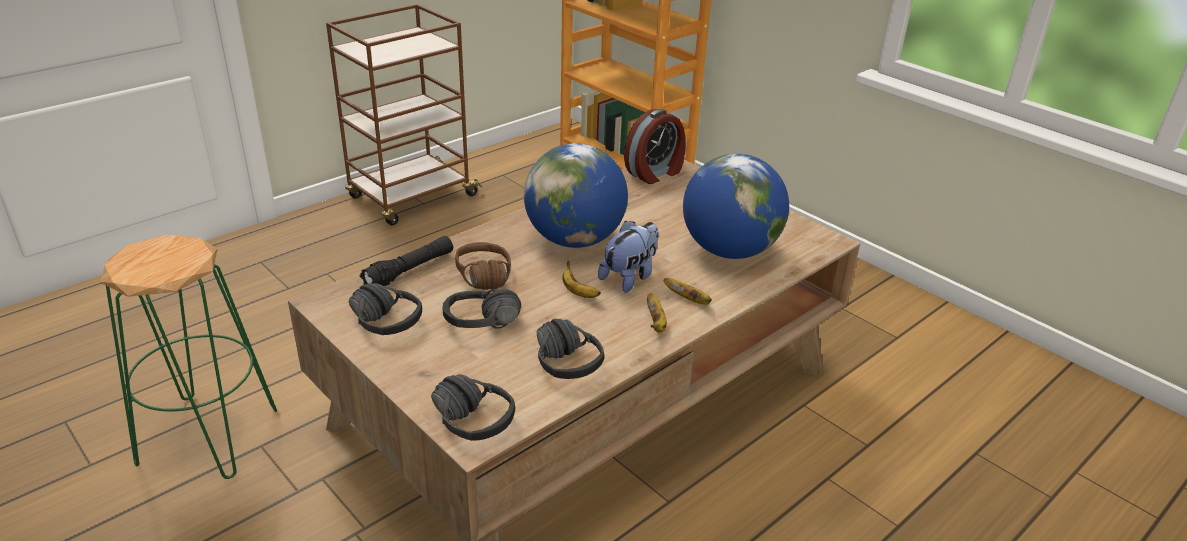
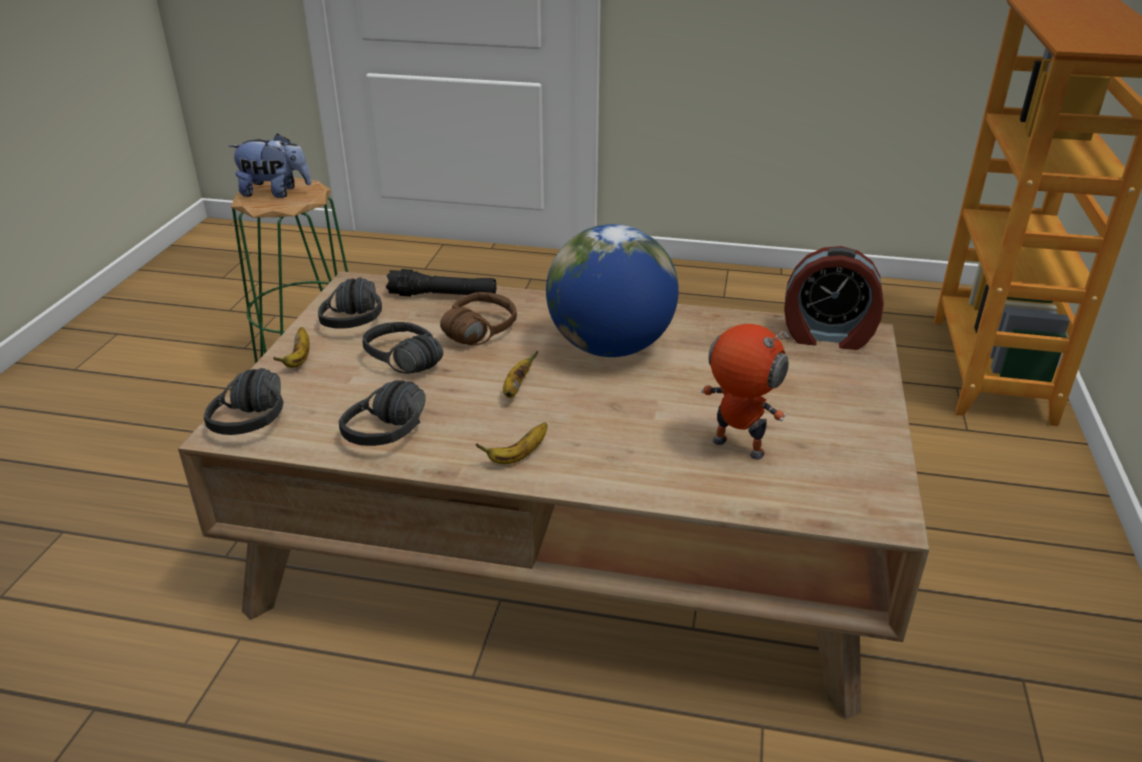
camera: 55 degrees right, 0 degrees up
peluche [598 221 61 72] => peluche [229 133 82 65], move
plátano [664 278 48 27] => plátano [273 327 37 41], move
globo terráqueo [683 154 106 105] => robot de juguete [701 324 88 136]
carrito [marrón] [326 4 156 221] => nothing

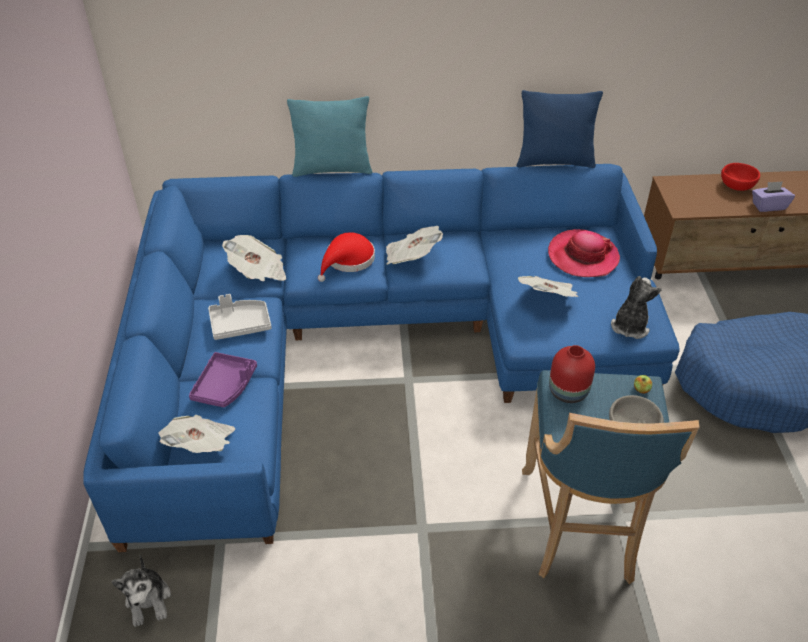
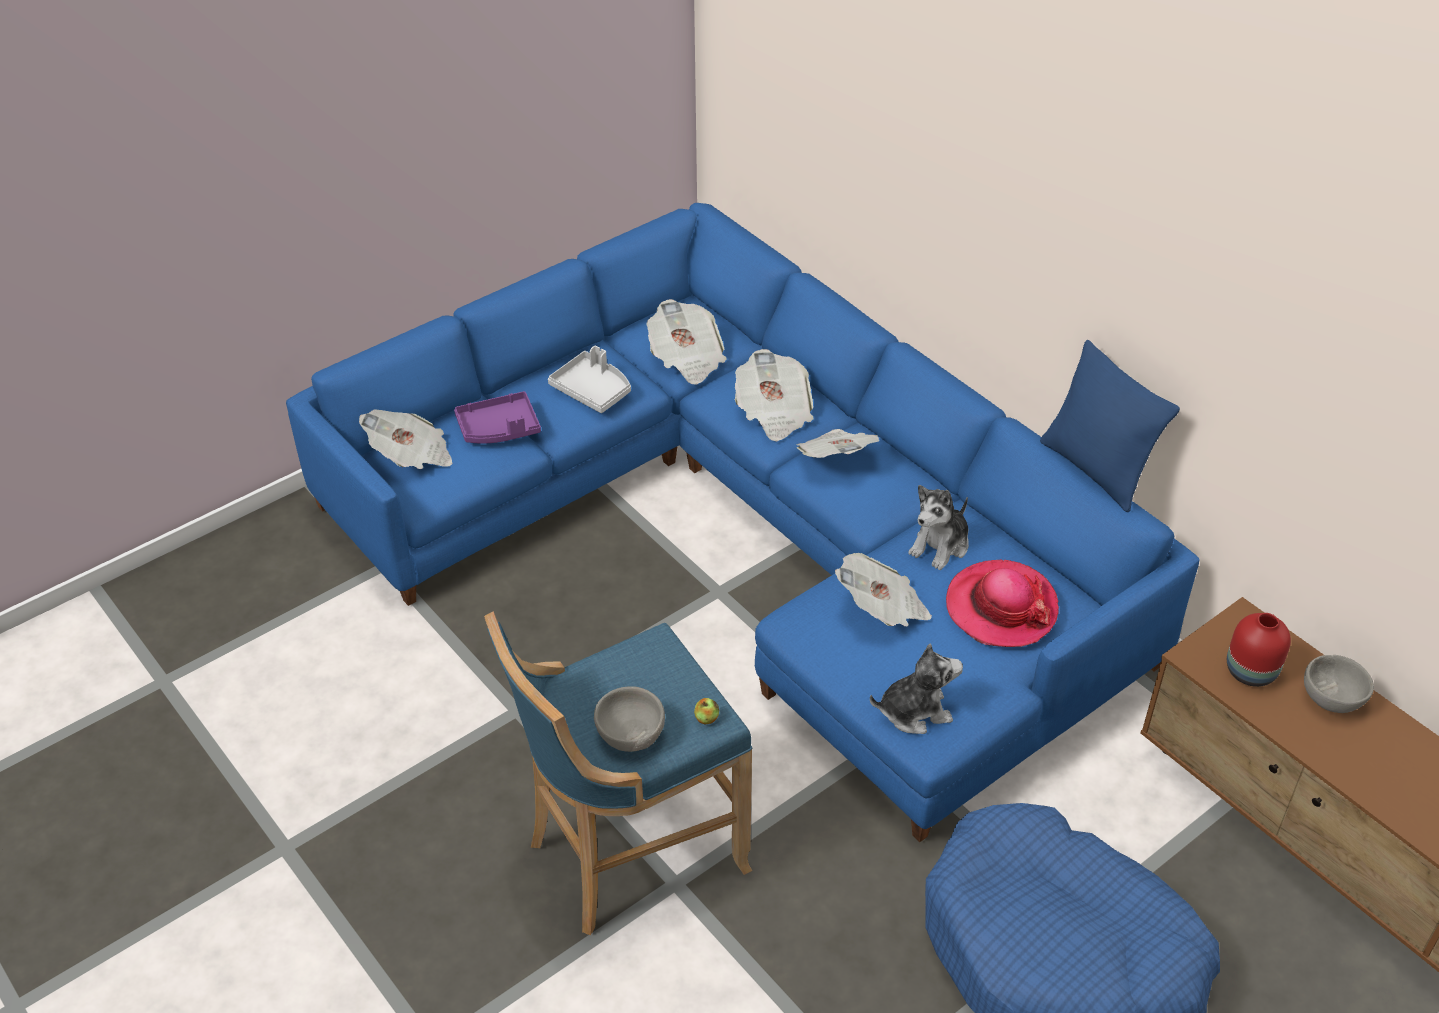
camera: 55 degrees right, 0 degrees up
sombrero [rojo] [318 232 57 50] => periódico [735 349 79 92]
peluche [111 555 60 72] => peluche [908 485 61 85], move
florero [rojo] [549 345 46 58] => florero [rojo] [1227 613 64 74], move
cuenco [rojo] [721 163 39 28] => cuenco [gris] [1304 655 70 58]
cojín [turquesa] [287 96 85 81] => nothing
caja de pañuelos [morado] [752 181 43 31] => nothing

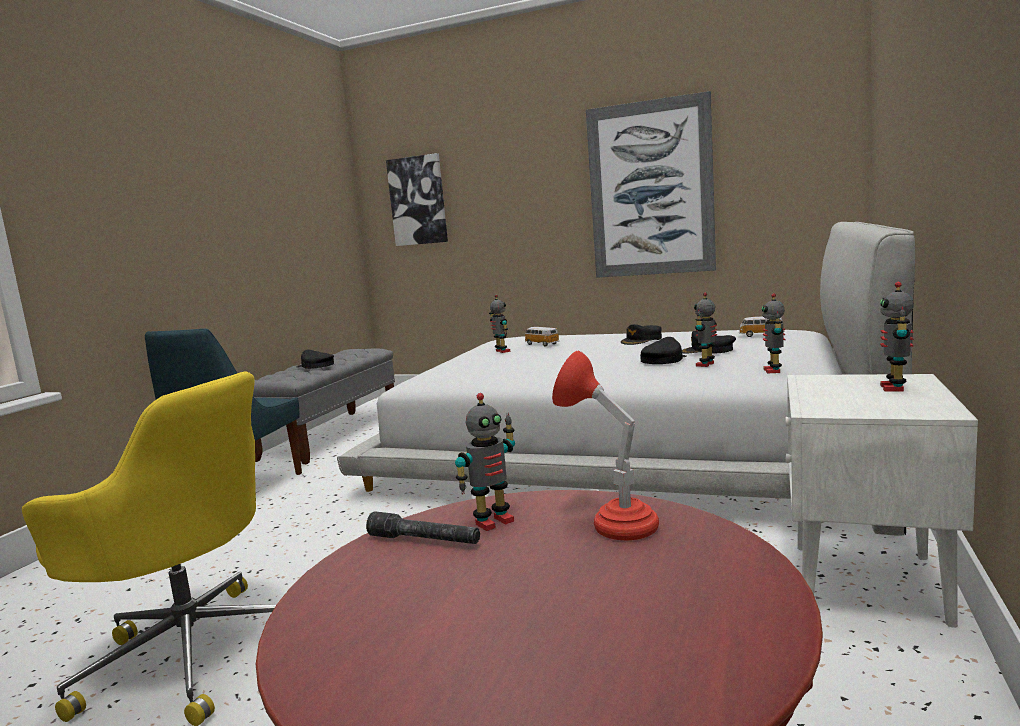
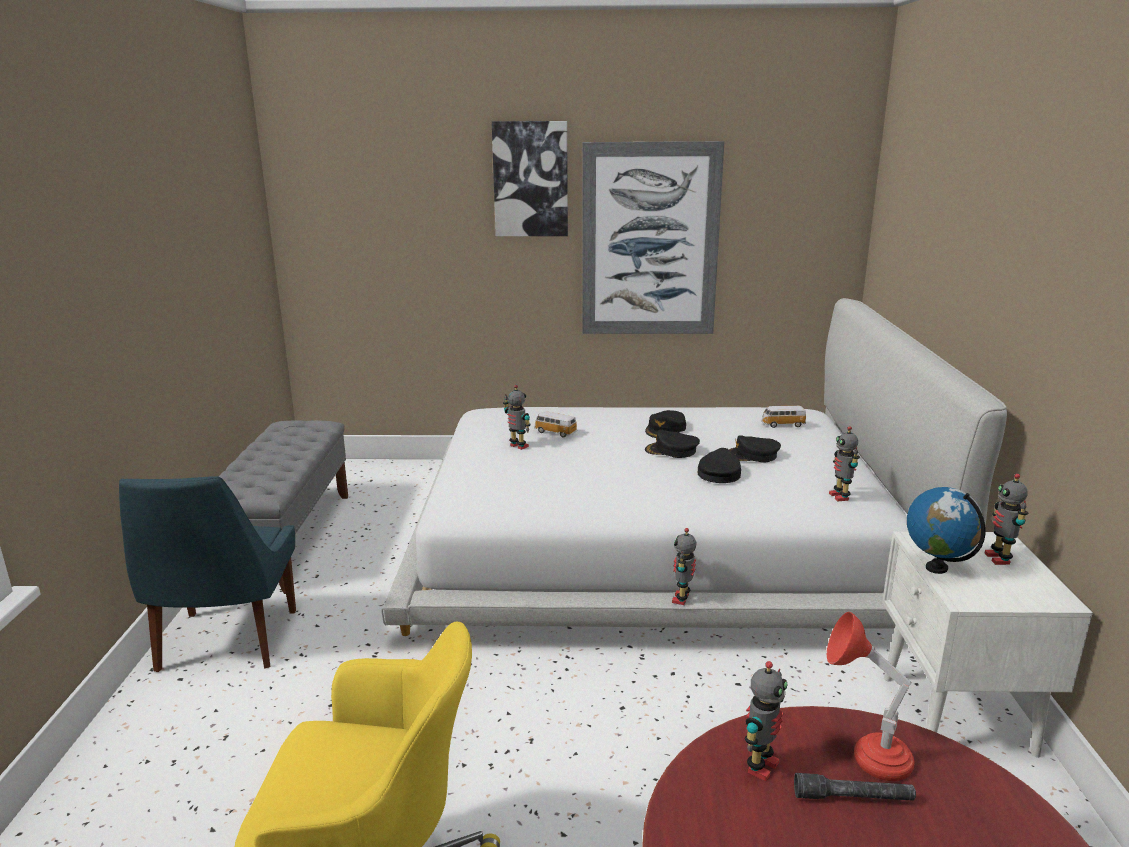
camera: 20 degrees left, 10 degrees up
cuadro [386 153 62 93] => cuadro [492 121 76 115], move
gorra [negro] [297 350 37 19] => gorra [negro] [645 430 55 28], move
robot de juguete [694 292 23 75] => robot de juguete [672 528 25 77], move
linterna [gris] [366 511 114 33] => linterna [gris] [794 773 122 28], move
nothing => globo terráqueo [907 487 78 87]

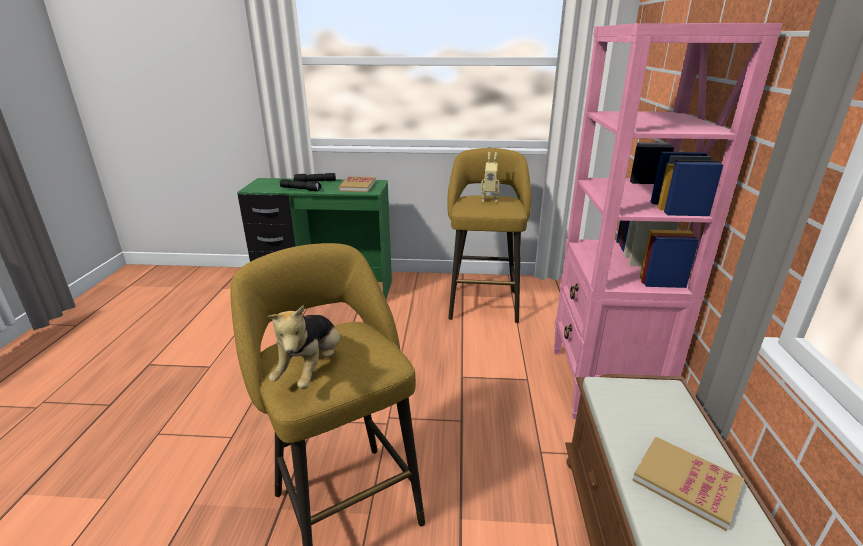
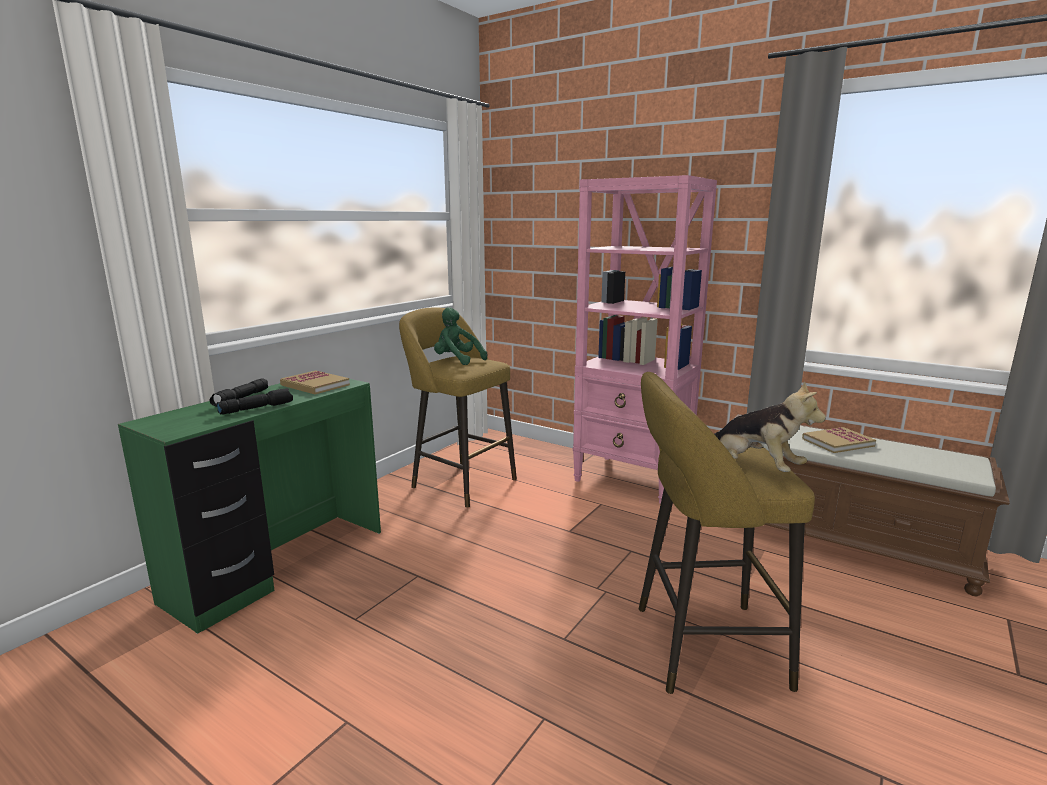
camera: 60 degrees left, 10 degrees down
robot de juguete [481 152 19 51] => peluche [verde] [434 307 53 58]

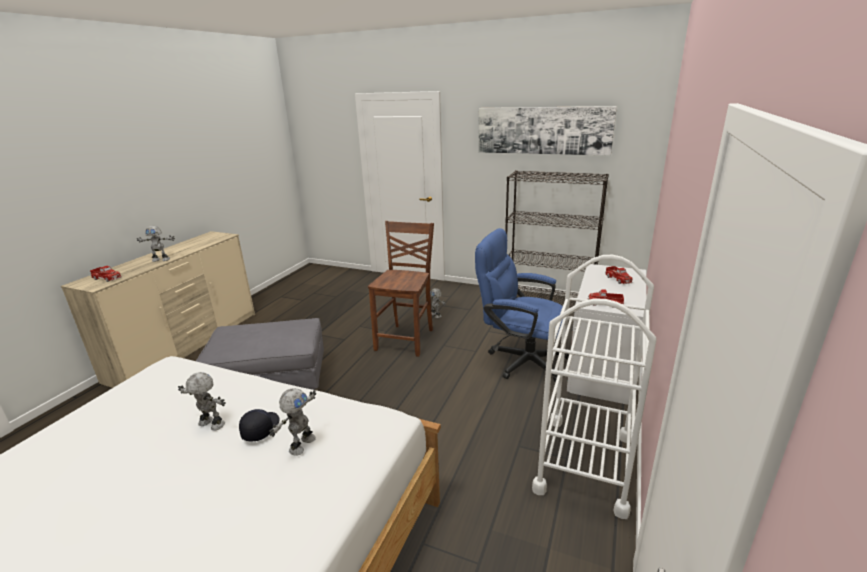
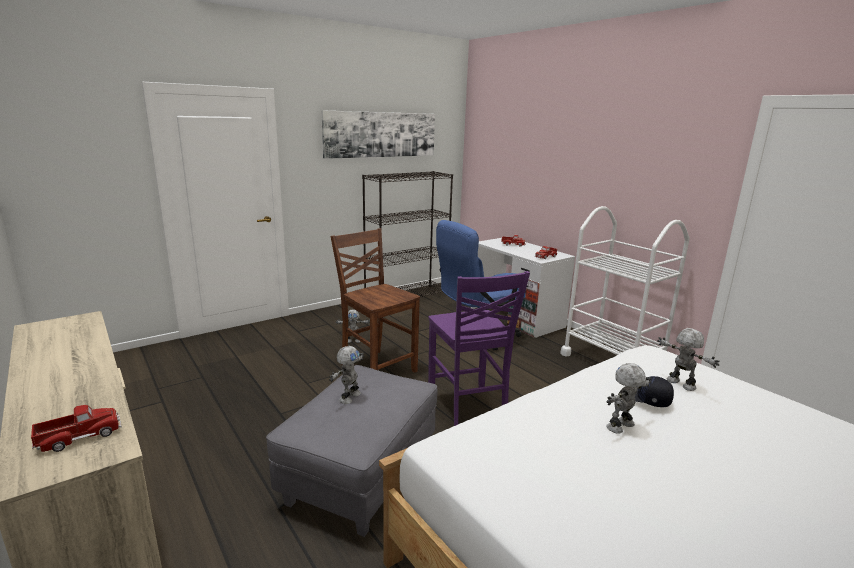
camera: 60 degrees left, 5 degrees down
robot de juguete [137 226 38 36] => robot de juguete [329 346 35 58], move
nothing => silla [morado] [428 271 102 155]

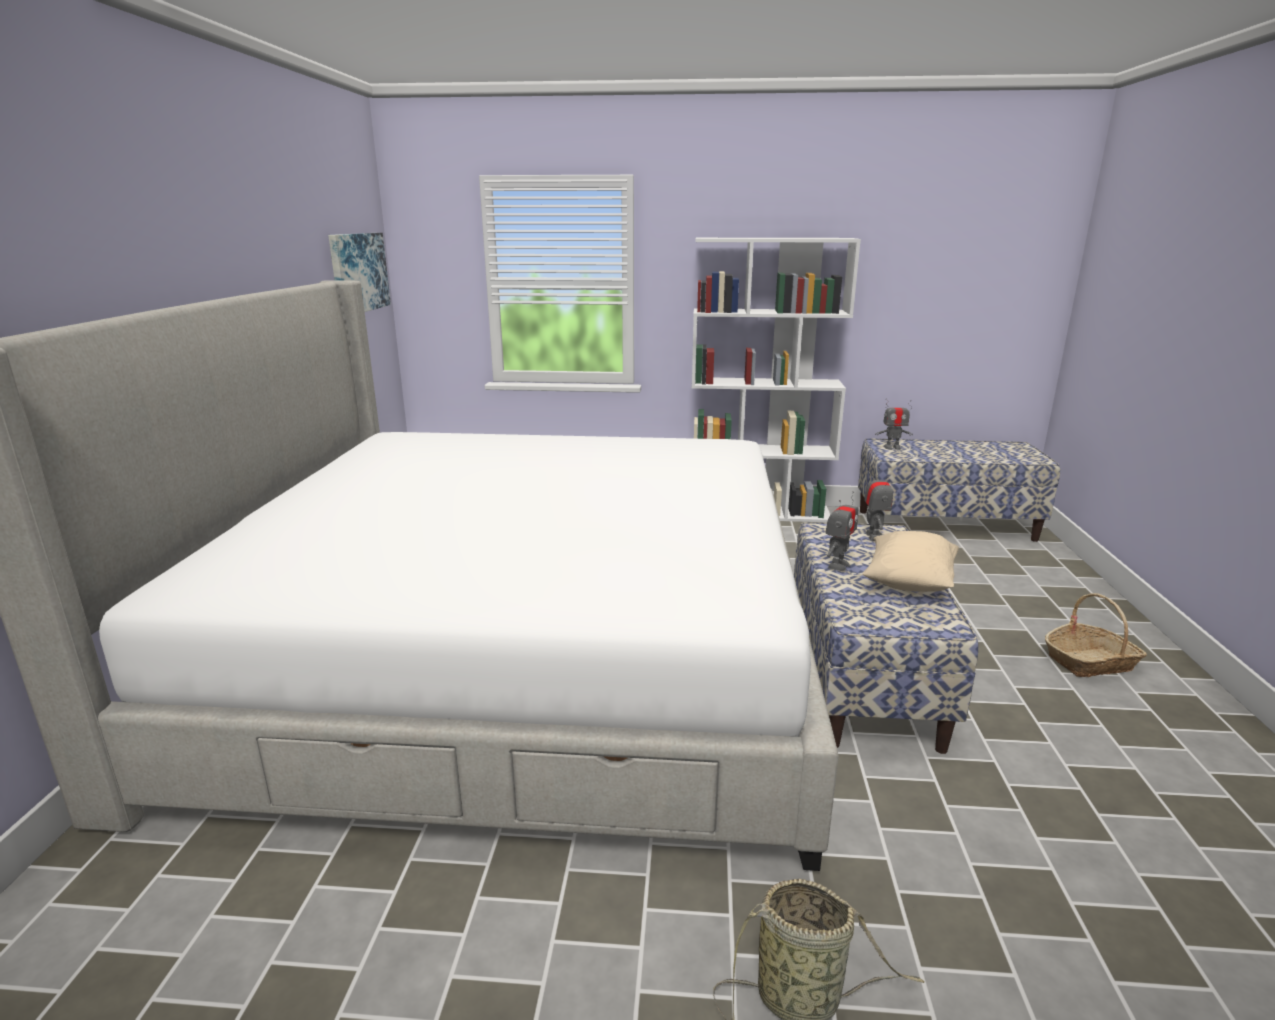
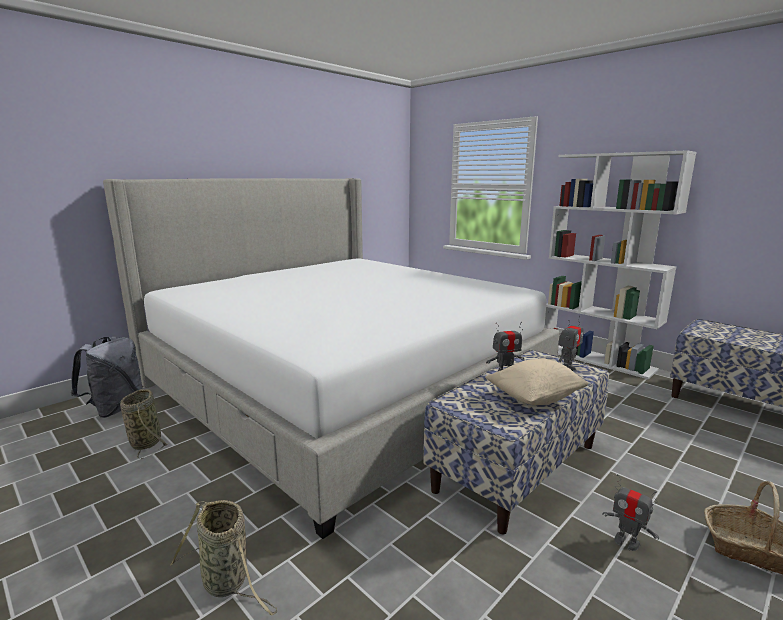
camera: 40 degrees right, 5 degrees down
nothing => mochila [gris] [71 337 72 81]
nothing => cesta [120 389 49 70]
robot de juguete [875 398 38 52] => robot de juguete [603 474 56 77], move
cuadro [328 233 63 79] => nothing

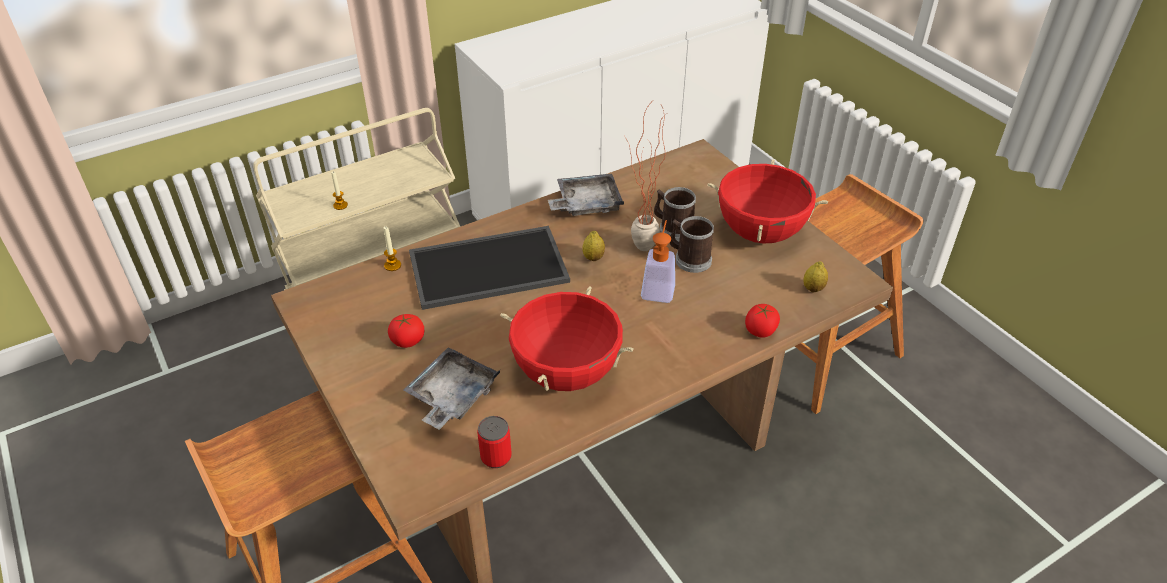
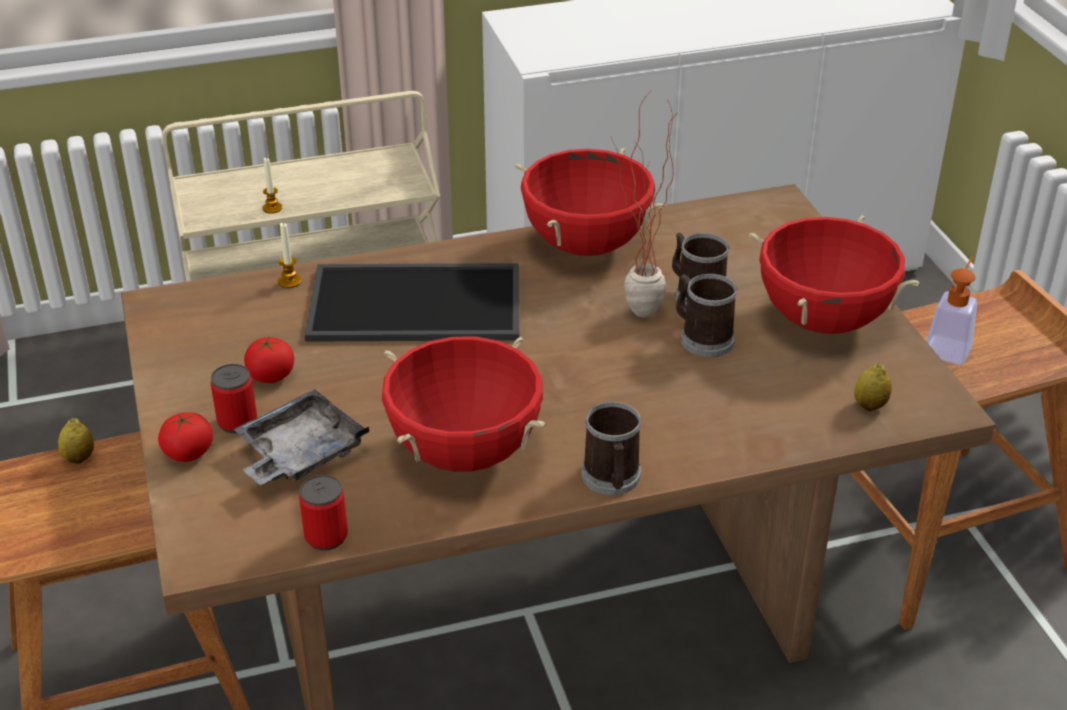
camera: 15 degrees right, 5 degrees down
limón [582 231 23 30] => limón [58 418 36 46], move
tomate [745 304 35 34] => tomate [158 412 55 50], move
nothing => lata [211 364 46 70]
bandeja [gris] [548 174 76 42] => olla [rojo] [514 147 151 109]
nothing => taza grande [581 402 60 93]
dispensador de jabón [641 220 34 83] => dispensador de jabón [926 256 51 109], move

